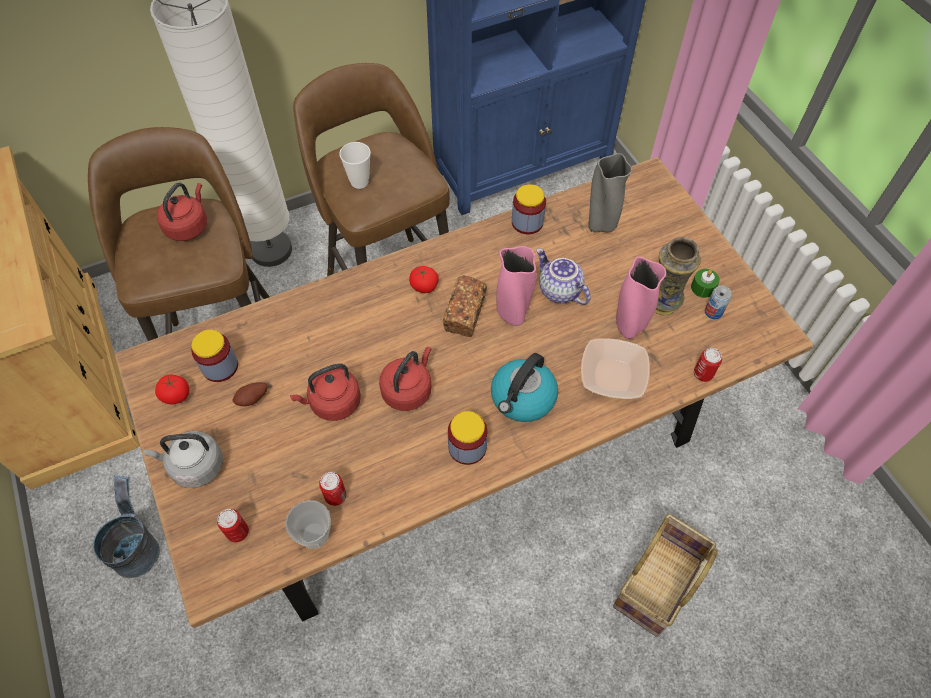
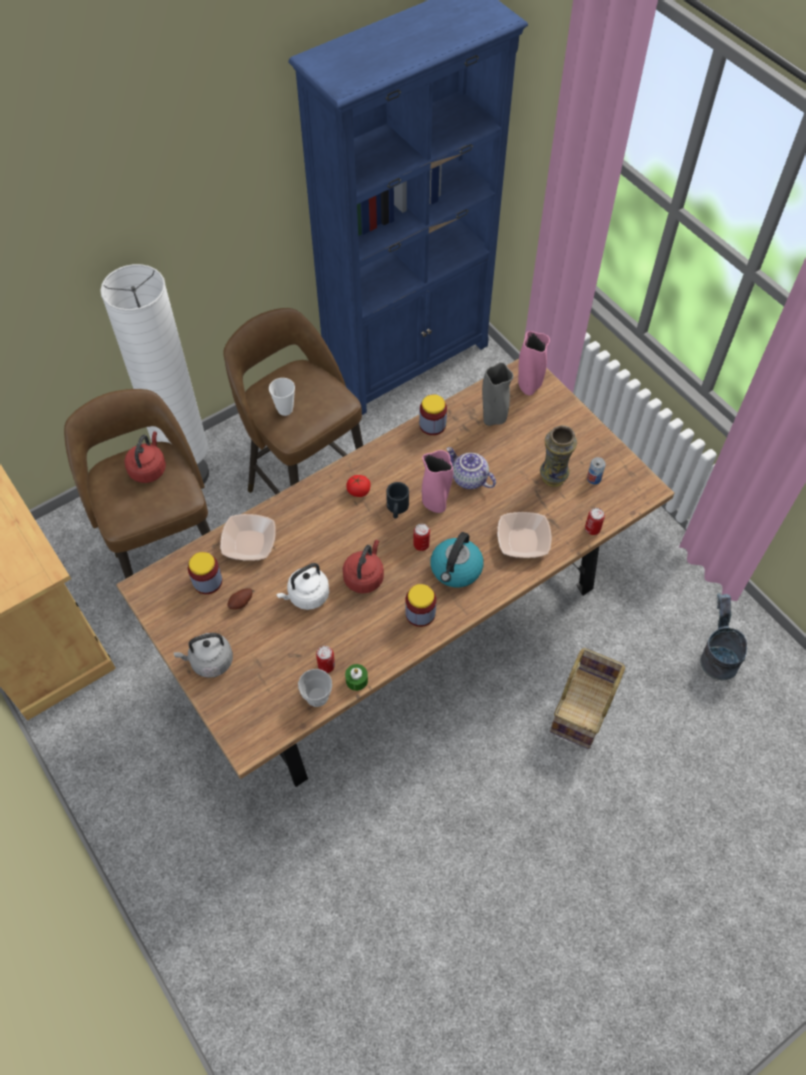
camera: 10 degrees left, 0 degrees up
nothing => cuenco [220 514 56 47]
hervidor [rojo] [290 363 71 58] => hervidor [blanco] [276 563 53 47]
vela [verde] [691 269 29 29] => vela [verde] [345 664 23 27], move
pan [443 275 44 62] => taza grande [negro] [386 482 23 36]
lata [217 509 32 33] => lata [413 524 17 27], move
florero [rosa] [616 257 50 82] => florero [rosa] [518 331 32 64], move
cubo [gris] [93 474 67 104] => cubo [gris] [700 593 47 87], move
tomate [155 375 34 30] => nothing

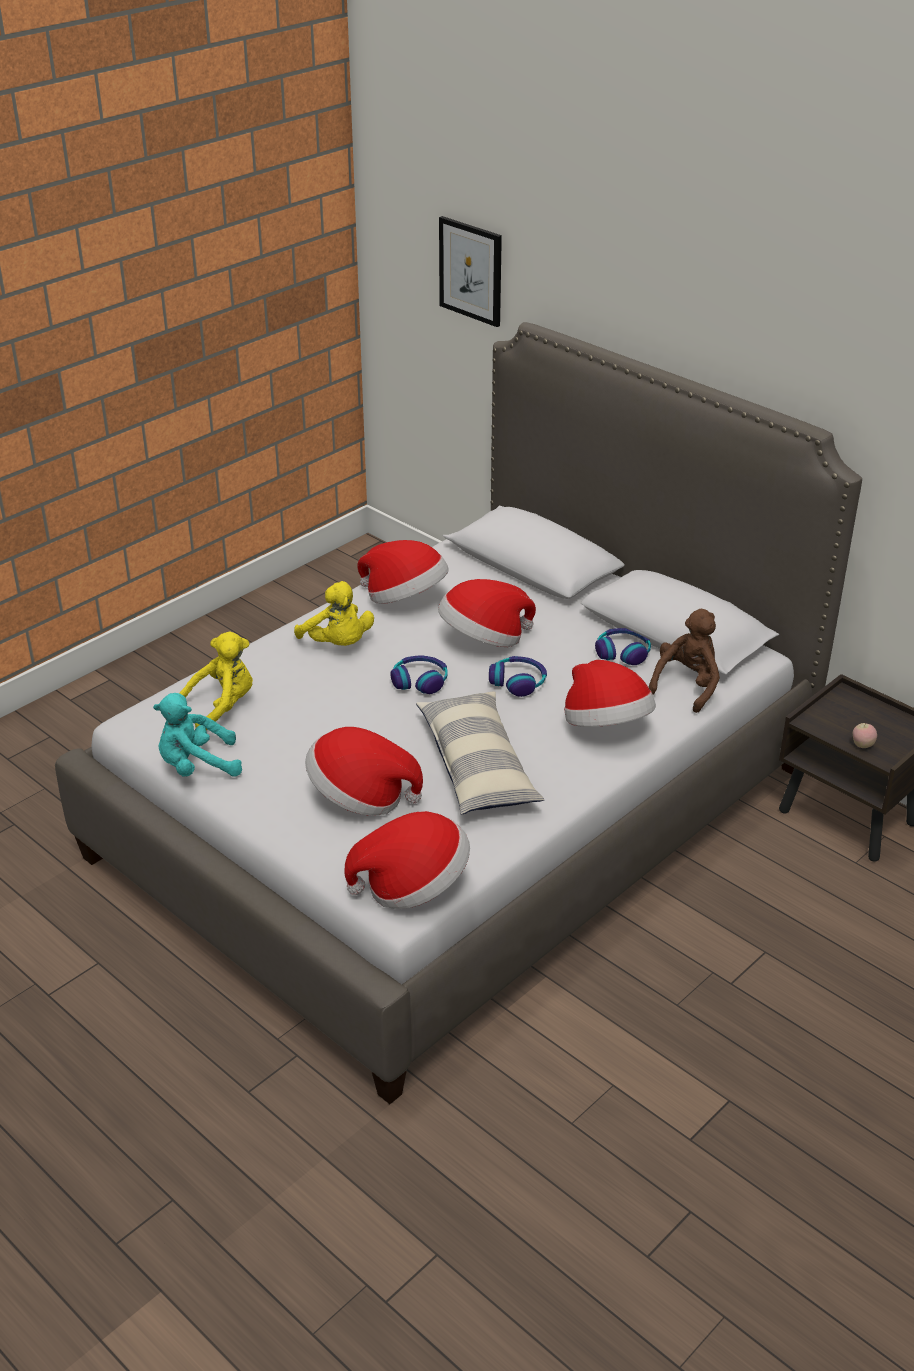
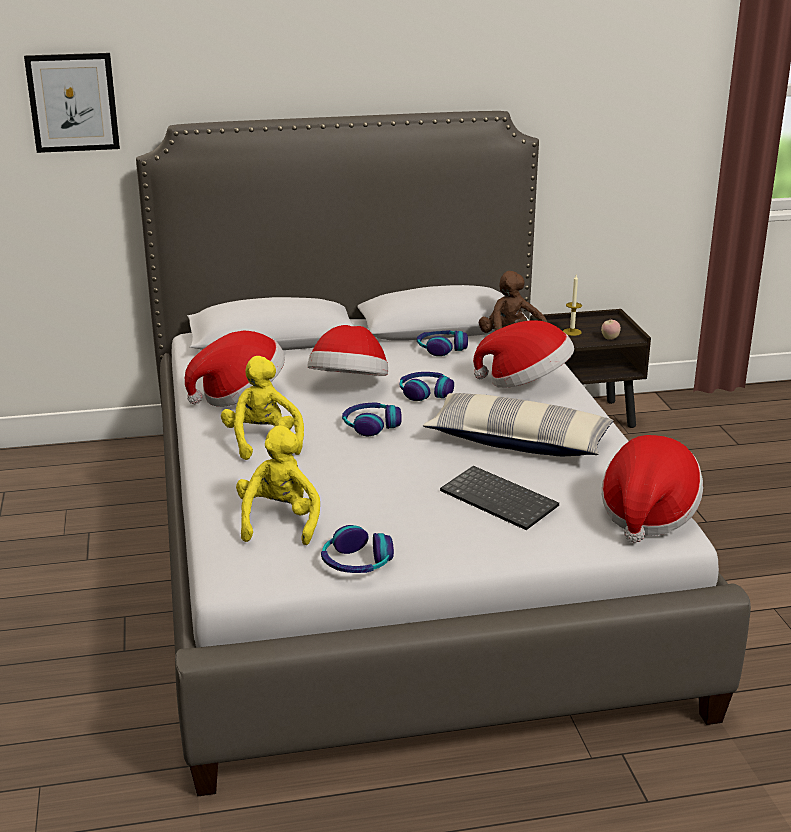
camera: 55 degrees left, 10 degrees down
peluche [amarillo] [294 581 80 65] => peluche [amarillo] [221 356 83 104], 105 degrees counterclockwise
peluche [turquesa] [153 693 89 84] => auriculares [321 525 73 48]
sombrero [305 727 118 89] => teclado [440 466 119 64]
nothing => vela [563 275 19 61]

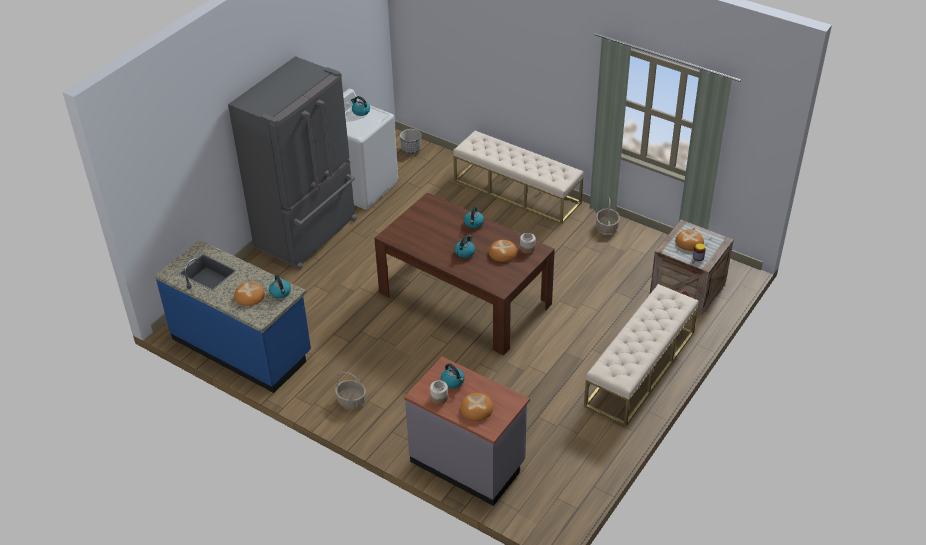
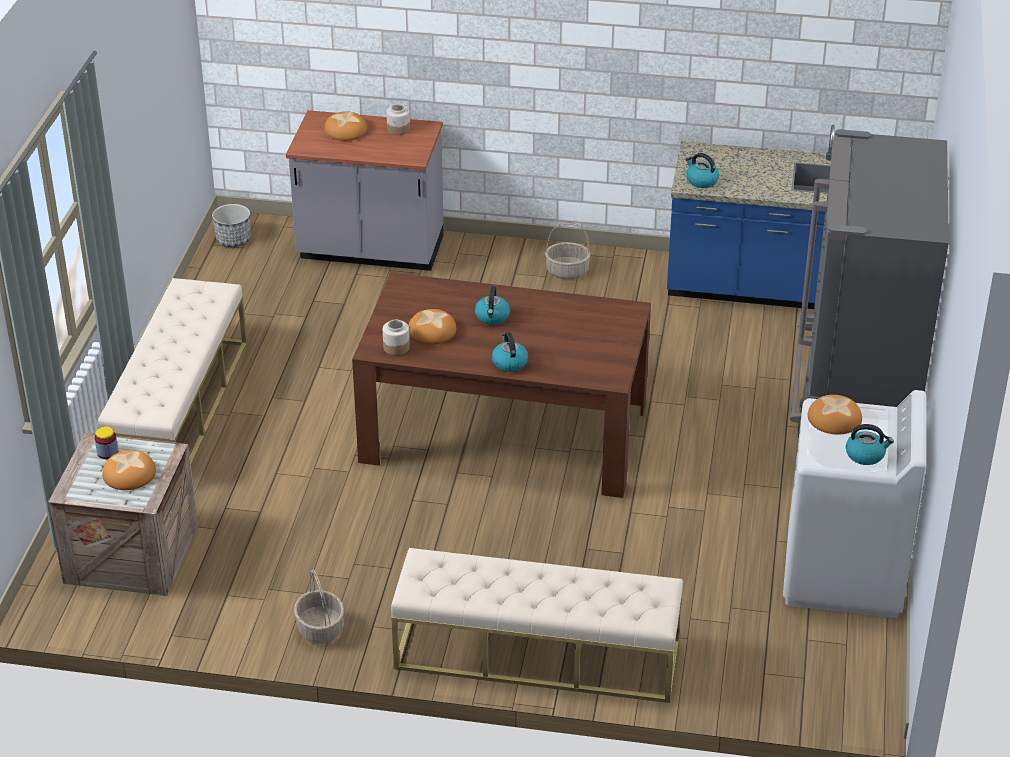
camera: 155 degrees right, 5 degrees down
maceta [400 129 21 25] => maceta [212 204 39 43], move
pan [234 282 31 24] => pan [808 395 54 40], move
hervidor [441 363 24 25] => nothing

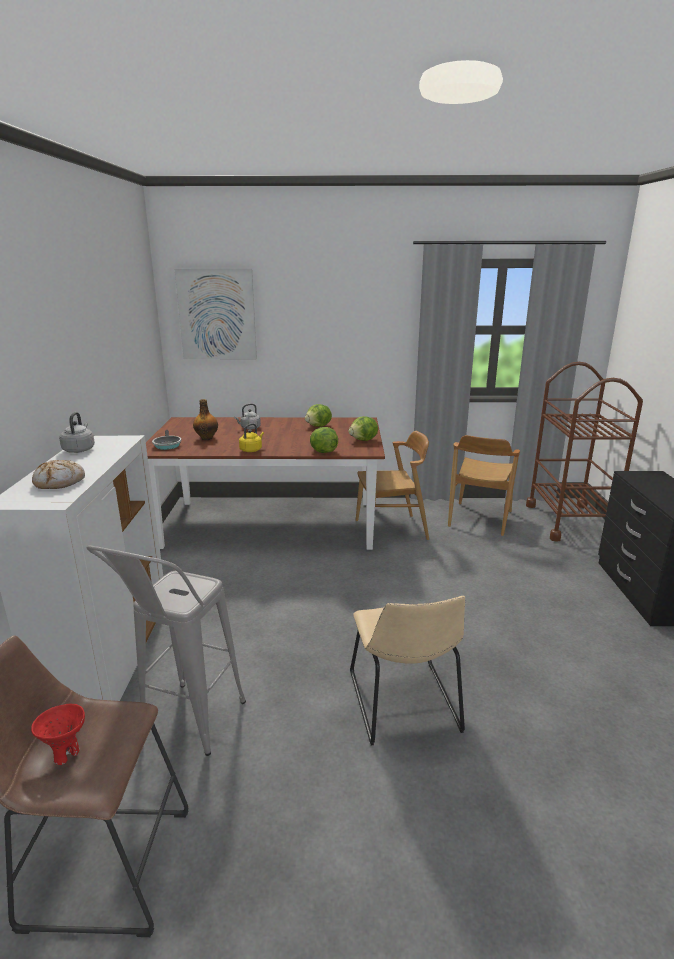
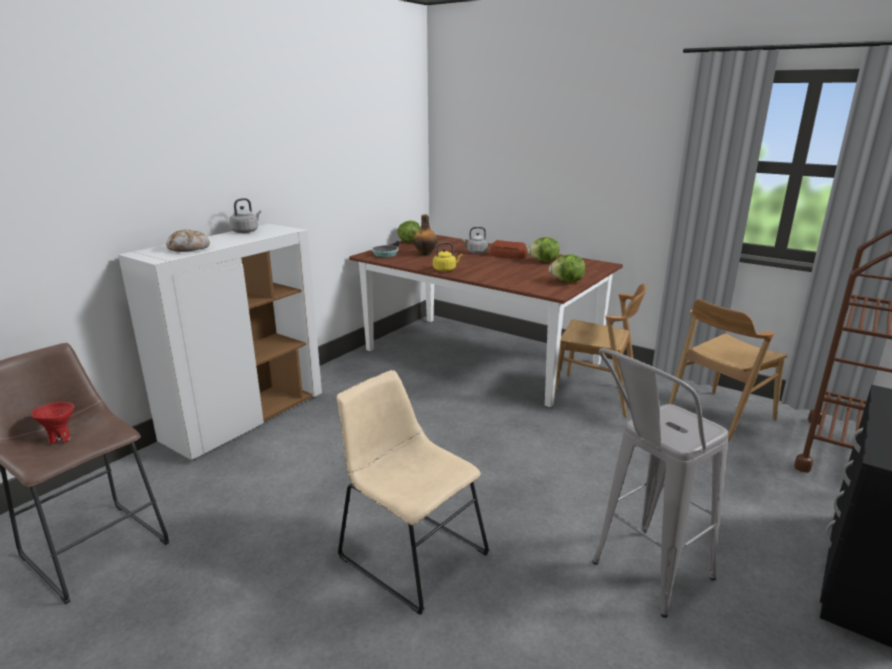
camera: 35 degrees right, 0 degrees up
silla [beis] [350 596 115 149] => silla [beis] [337 370 152 245], 105 degrees clockwise
lechuga [310 427 28 26] => lechuga [397 220 23 23], move
nothing => pan [490 240 37 19]
taburete [gris] [86 545 160 211] => taburete [gris] [592 348 136 270], move
cuadro [175 269 82 90] => nothing

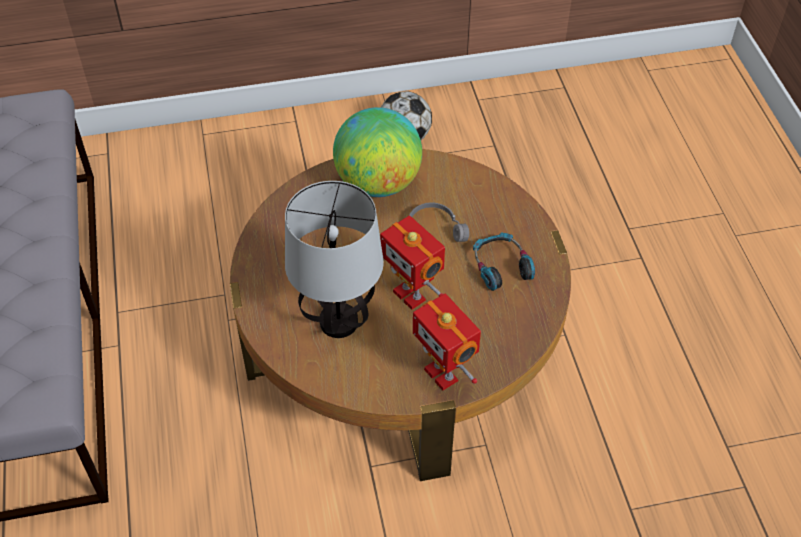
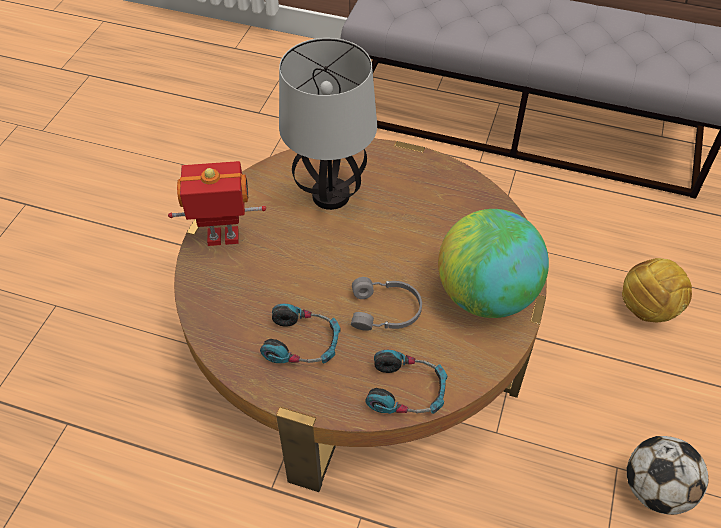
camera: 120 degrees right, 0 degrees up
nothing => auriculares [365 350 82 64]
nothing => balón de fútbol [622 258 70 64]
robot de juguete [380 216 65 94] => nothing

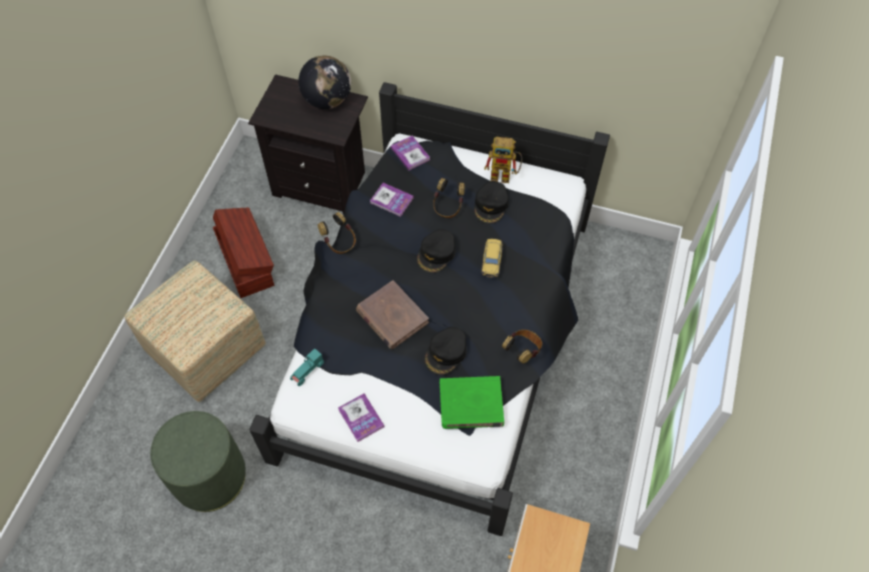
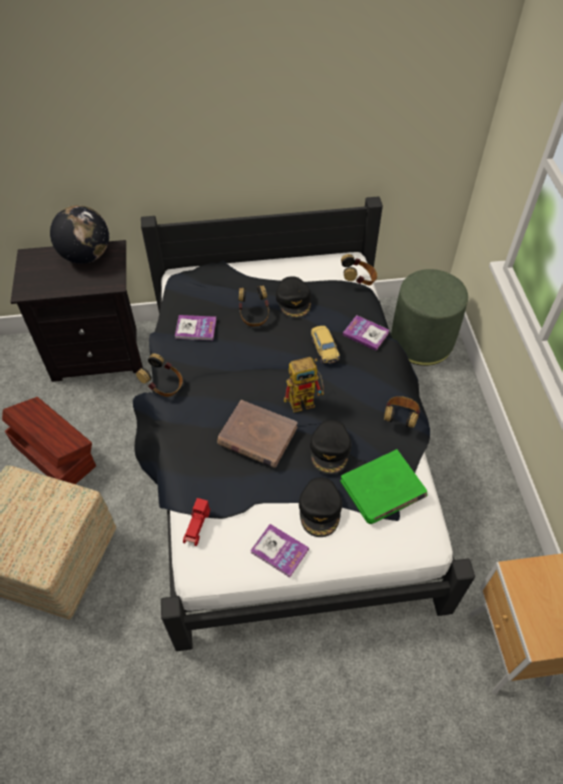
camera: 25 degrees left, 5 degrees down
coche de juguete [turquesa] [290 348 34 38] => coche de juguete [rojo] [183 498 27 48]
robot de juguete [484 137 38 46] => robot de juguete [284 357 40 56], move
gorra [negro] [417 229 38 44] => gorra [negro] [299 478 43 59], move
nothing => auriculares [341 254 36 31]
libro [391 136 39 34] => libro [343 315 47 36], move
puf [verde] [150 411 96 101] => puf [verde] [391 269 77 97], move

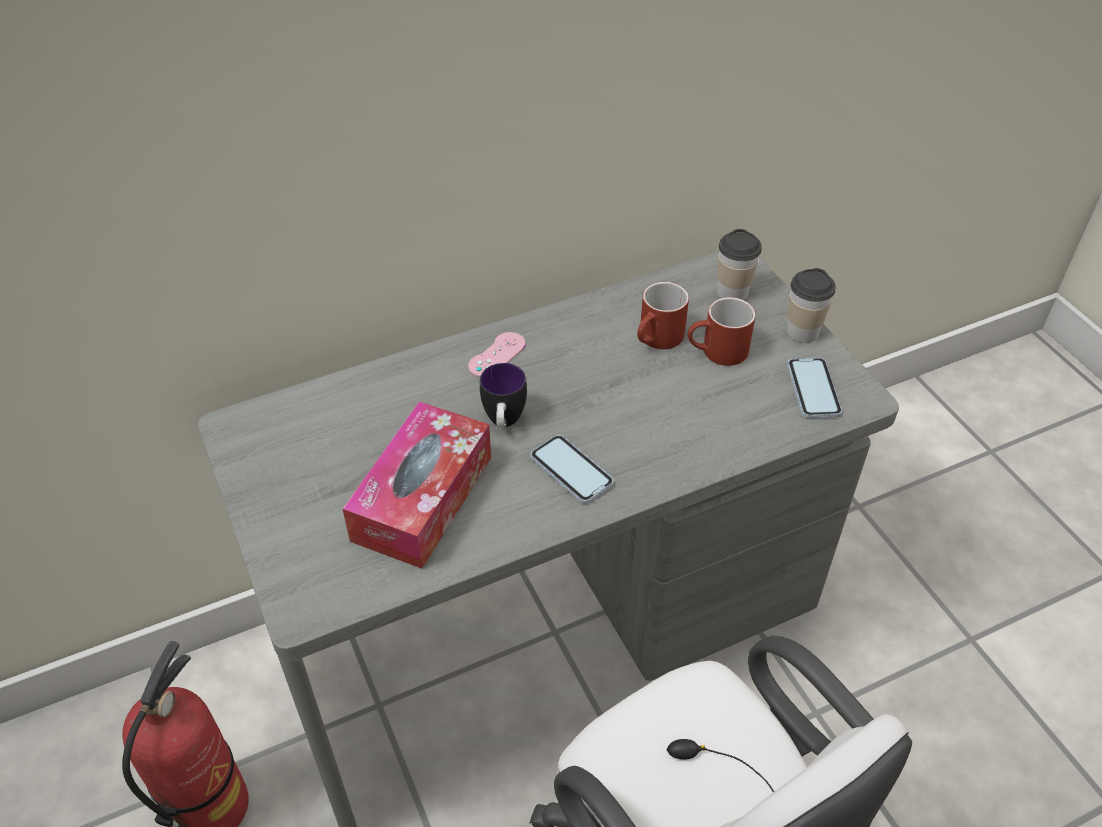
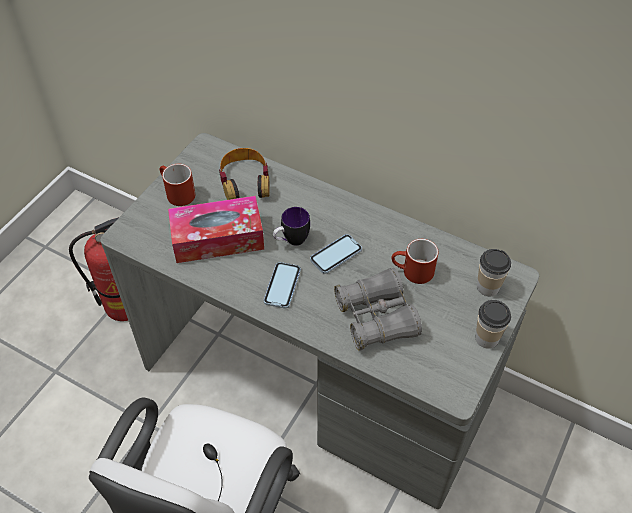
camera: 55 degrees right, 5 degrees up
taza grande [rojo] [687 297 69 69] => taza grande [rojo] [160 164 35 42], move
nothing => auriculares [219 148 51 52]
móvil [787 358 55 60] => móvil [310 234 52 40], move
nothing => prismáticos [gris] [334 268 88 83]
mando de consola [rosa] [468 332 58 45] => nothing

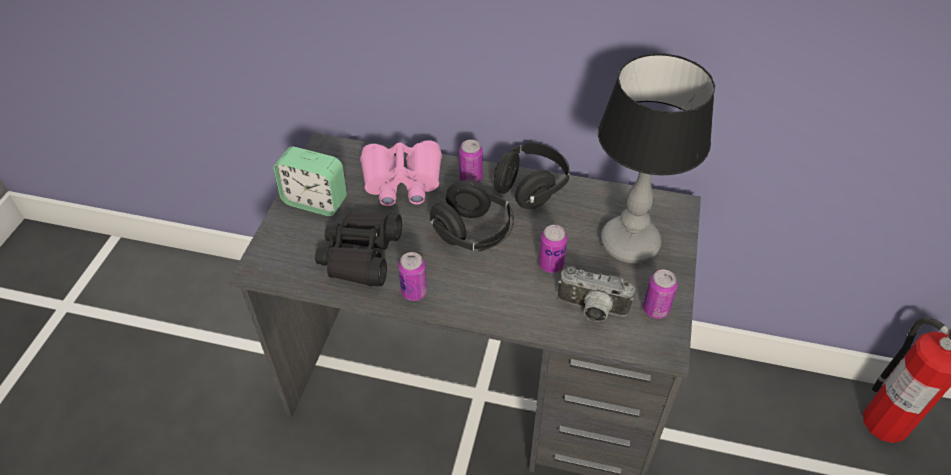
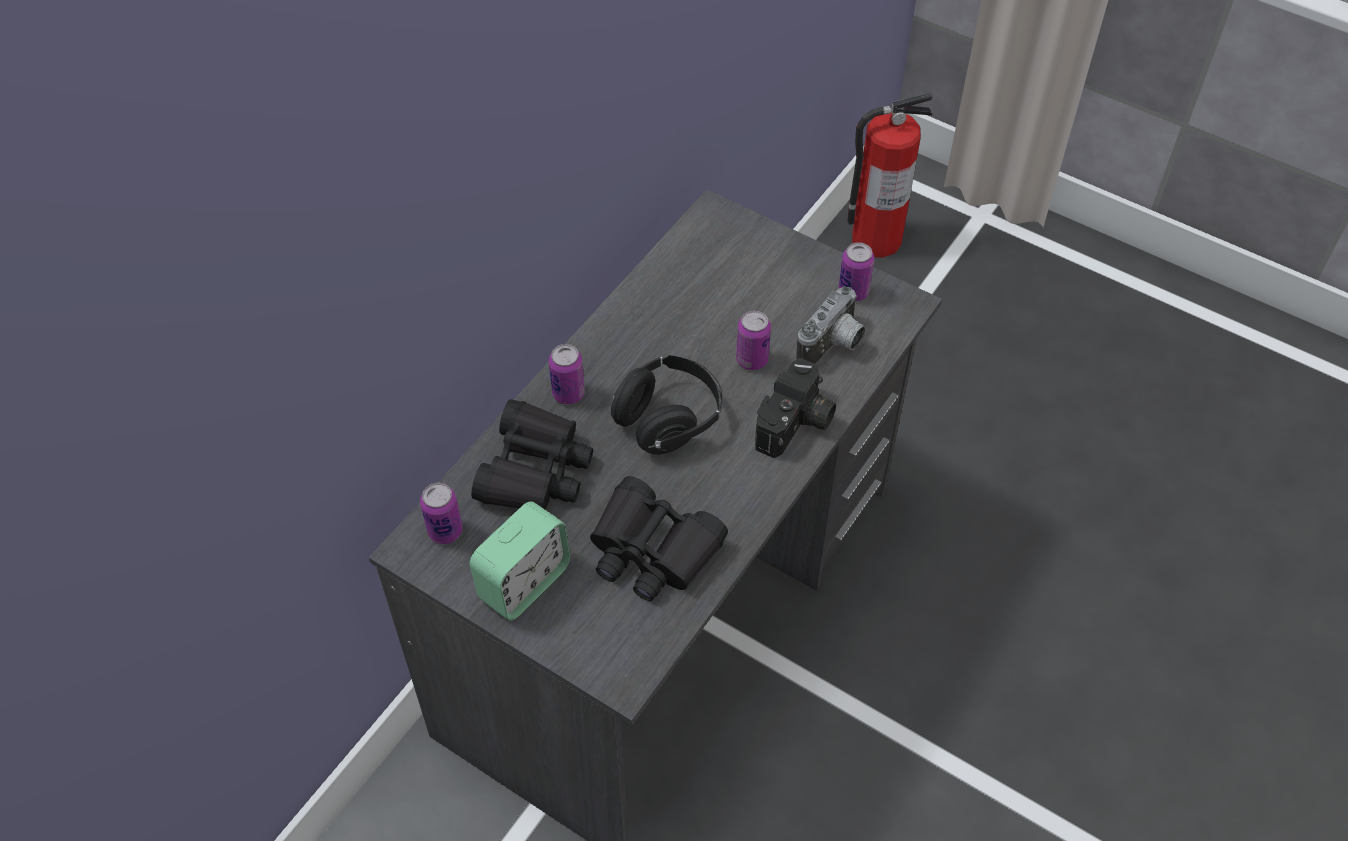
camera: 70 degrees left, 5 degrees up
lata [398 252 29 49] => lata [420 483 43 61], move
prismáticos [rosa] [360 140 82 66] => prismáticos [negro] [471 399 122 111]
nothing => cámara [755 358 81 100]
auriculares [negro] [493 143 77 66] => nothing
lámpara de mesa [598 53 117 210] => nothing

